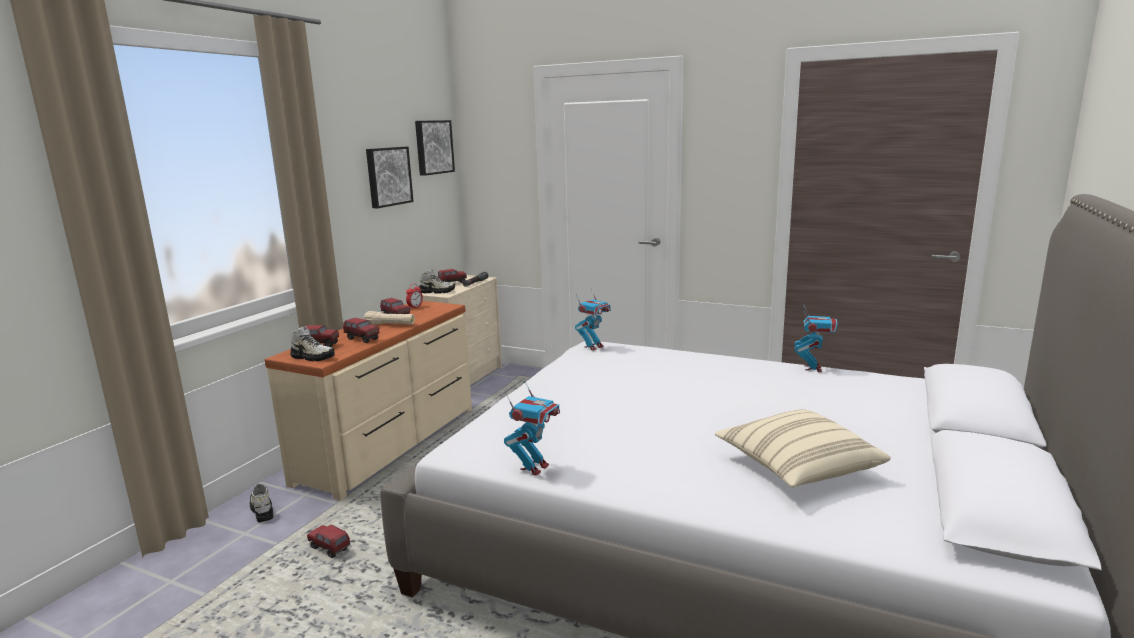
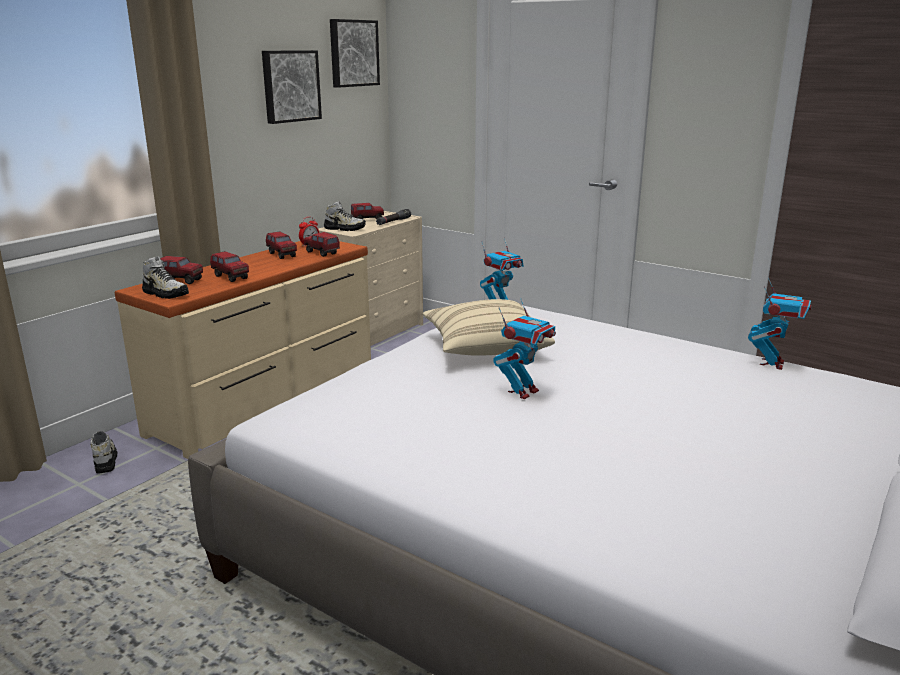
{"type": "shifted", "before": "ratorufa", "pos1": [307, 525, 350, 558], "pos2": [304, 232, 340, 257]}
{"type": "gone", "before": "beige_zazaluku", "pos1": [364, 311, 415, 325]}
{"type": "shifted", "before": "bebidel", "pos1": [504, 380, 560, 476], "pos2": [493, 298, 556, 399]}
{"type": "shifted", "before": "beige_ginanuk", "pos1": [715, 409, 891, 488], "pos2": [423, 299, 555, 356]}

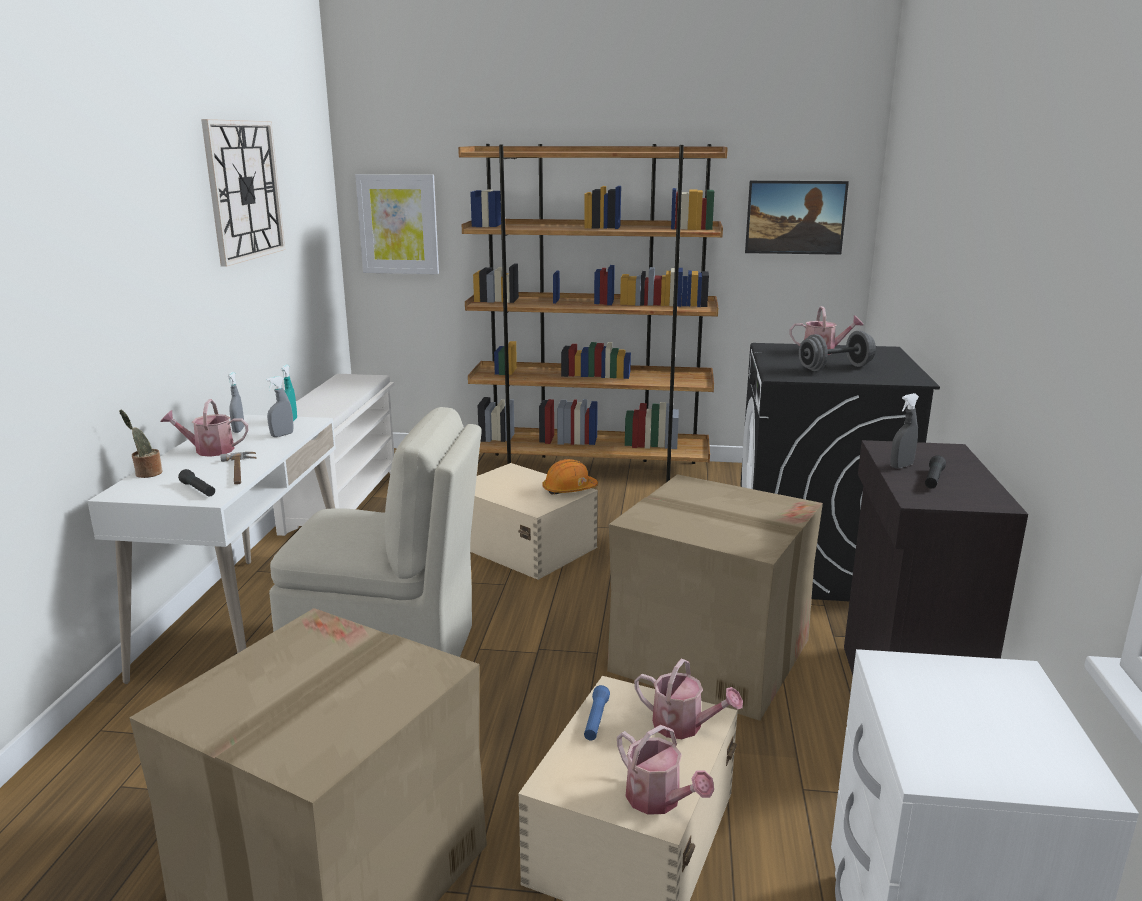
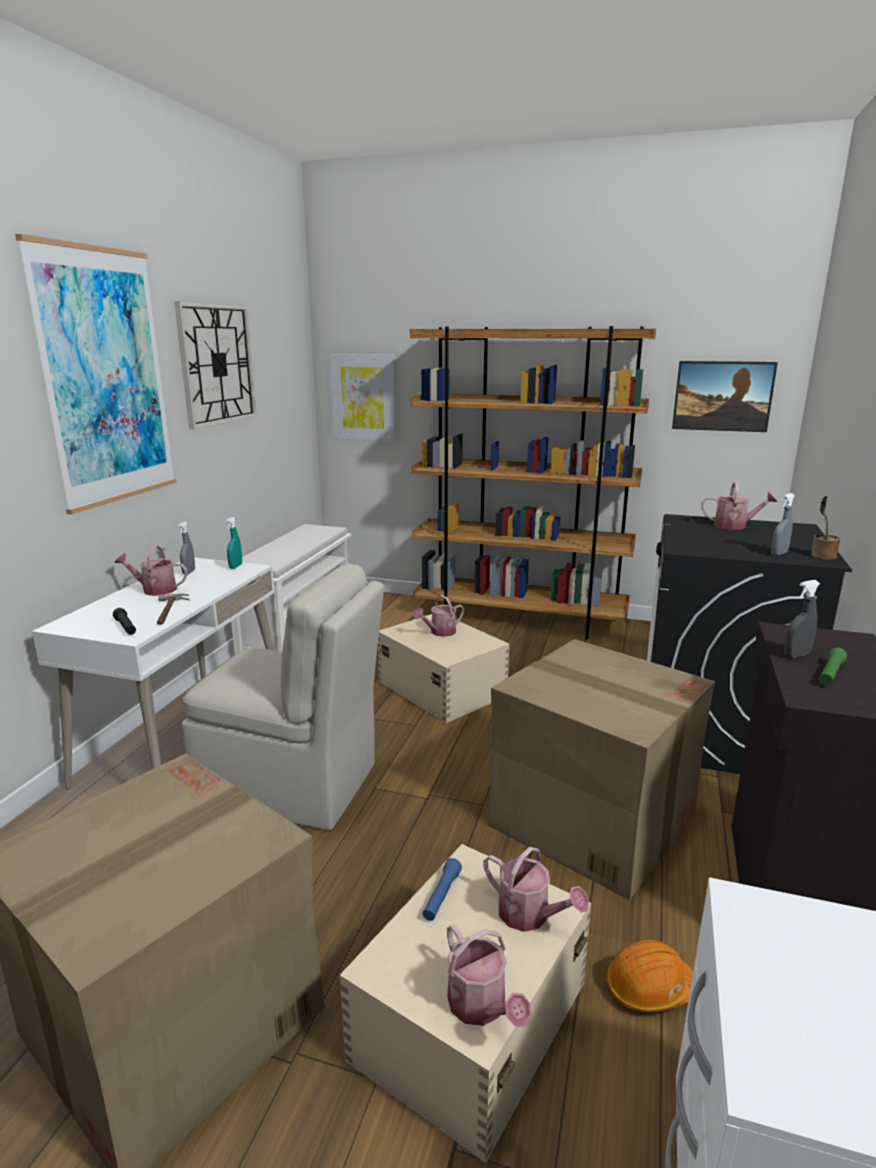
{"type": "shifted", "before": "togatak", "pos1": [119, 410, 163, 478], "pos2": [811, 496, 840, 560]}
{"type": "shifted", "before": "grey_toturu", "pos1": [266, 376, 293, 437], "pos2": [771, 493, 795, 556]}
{"type": "shifted", "before": "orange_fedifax", "pos1": [542, 459, 598, 495], "pos2": [605, 940, 693, 1012]}
{"type": "gone", "before": "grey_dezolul", "pos1": [799, 331, 876, 371]}
{"type": "repainted", "before": "black_zazaluku", "after": "green_zazaluku", "pos1": [925, 455, 946, 488], "pos2": [819, 647, 847, 686]}
{"type": "new", "after": "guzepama", "pos2": [15, 234, 177, 514]}
{"type": "new", "after": "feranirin", "pos2": [413, 595, 464, 637]}

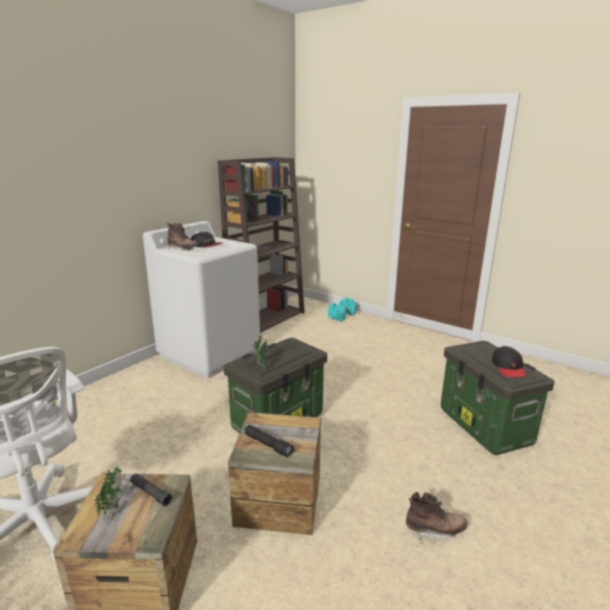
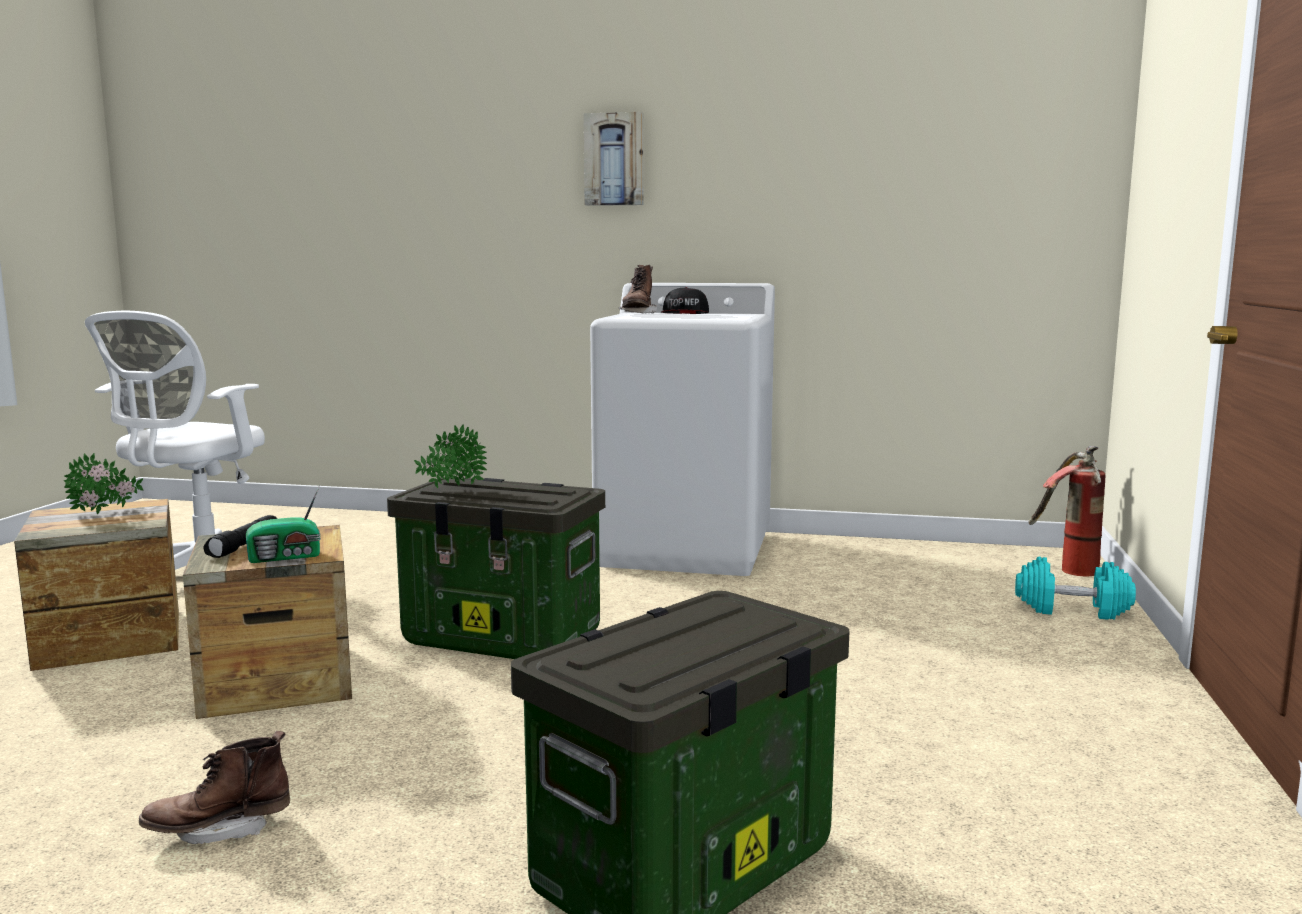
{"type": "gone", "before": "black_zazaluku", "pos1": [130, 474, 172, 506]}
{"type": "gone", "before": "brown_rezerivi", "pos1": [218, 157, 305, 333]}
{"type": "rotated", "before": "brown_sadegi", "pos1": [406, 492, 468, 540], "pos2": [139, 731, 290, 844], "turn": 90}
{"type": "gone", "before": "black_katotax", "pos1": [492, 346, 526, 377]}
{"type": "new", "after": "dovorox", "pos2": [246, 485, 321, 563]}
{"type": "new", "after": "guzepama", "pos2": [583, 112, 644, 206]}
{"type": "new", "after": "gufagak", "pos2": [1028, 446, 1105, 576]}

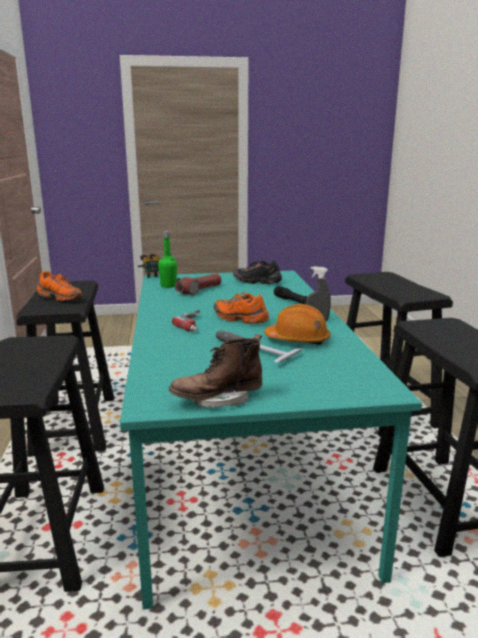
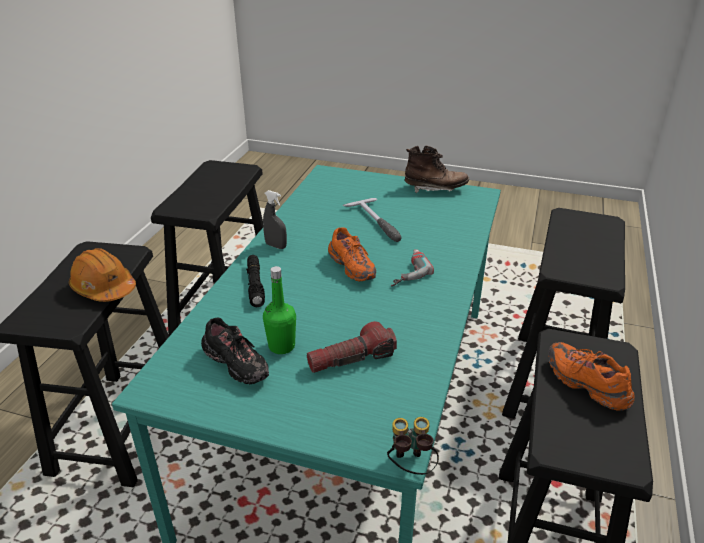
{"type": "shifted", "before": "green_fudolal", "pos1": [158, 231, 177, 288], "pos2": [263, 266, 296, 354]}
{"type": "shifted", "before": "orange_fedifax", "pos1": [264, 304, 330, 345], "pos2": [69, 248, 136, 302]}

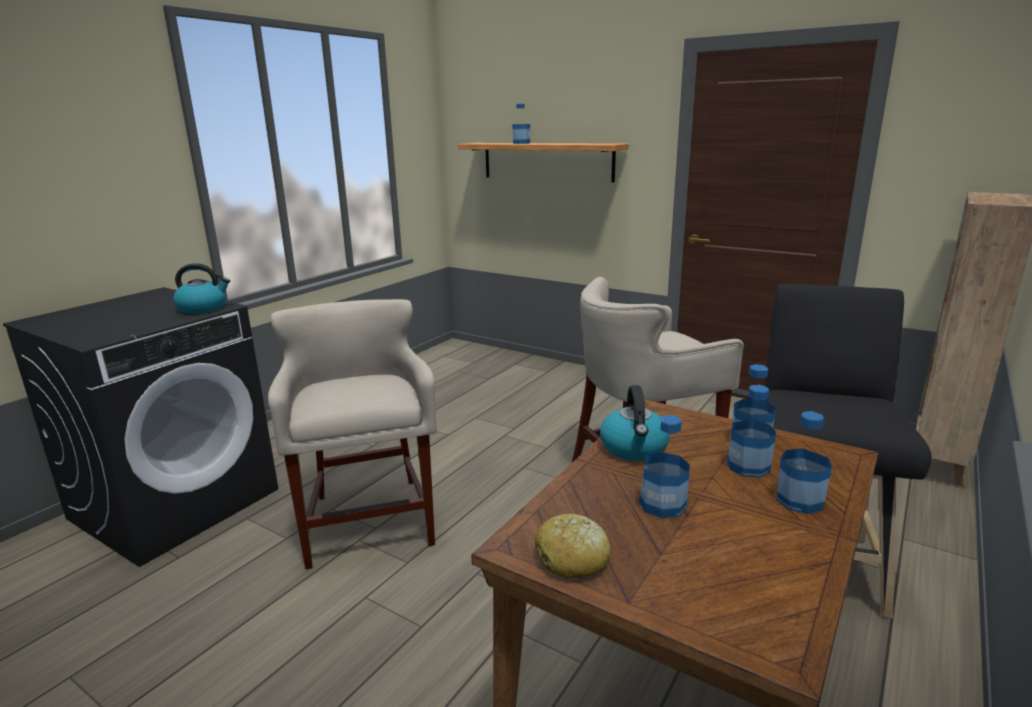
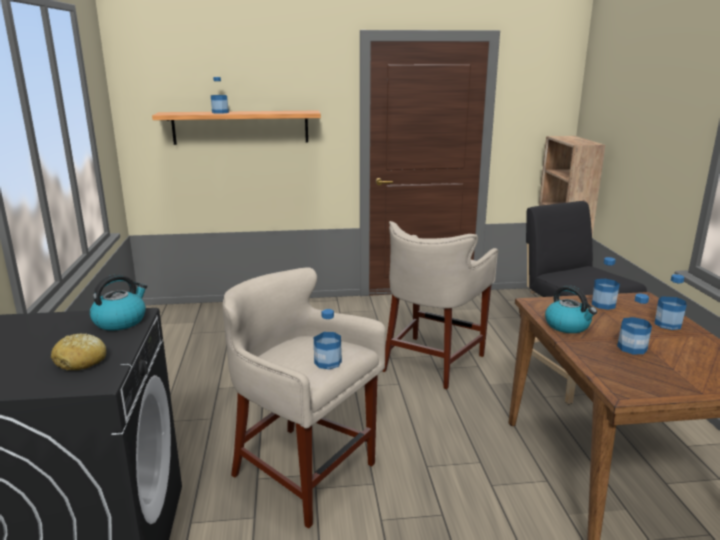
{"type": "shifted", "before": "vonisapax", "pos1": [535, 514, 611, 579], "pos2": [51, 334, 106, 371]}
{"type": "shifted", "before": "fudolal", "pos1": [727, 385, 776, 478], "pos2": [314, 309, 342, 369]}

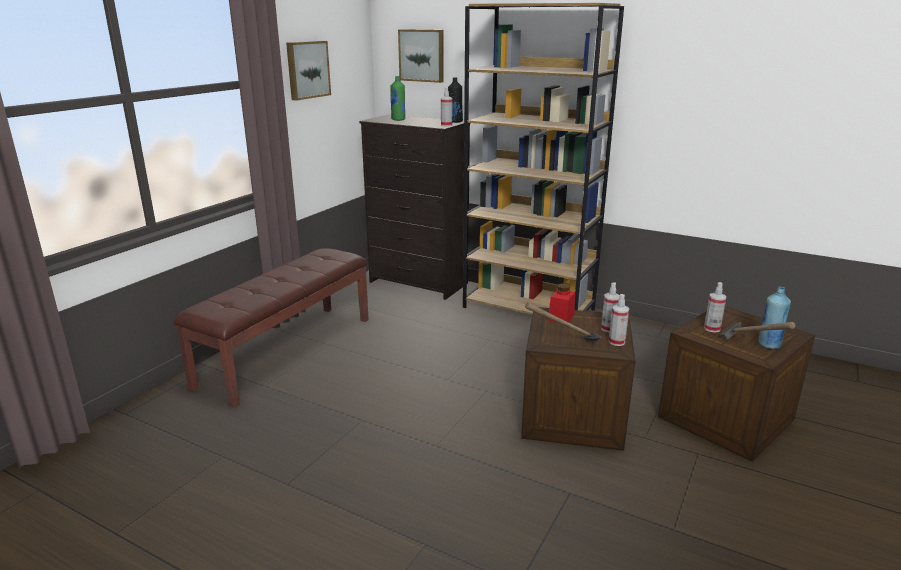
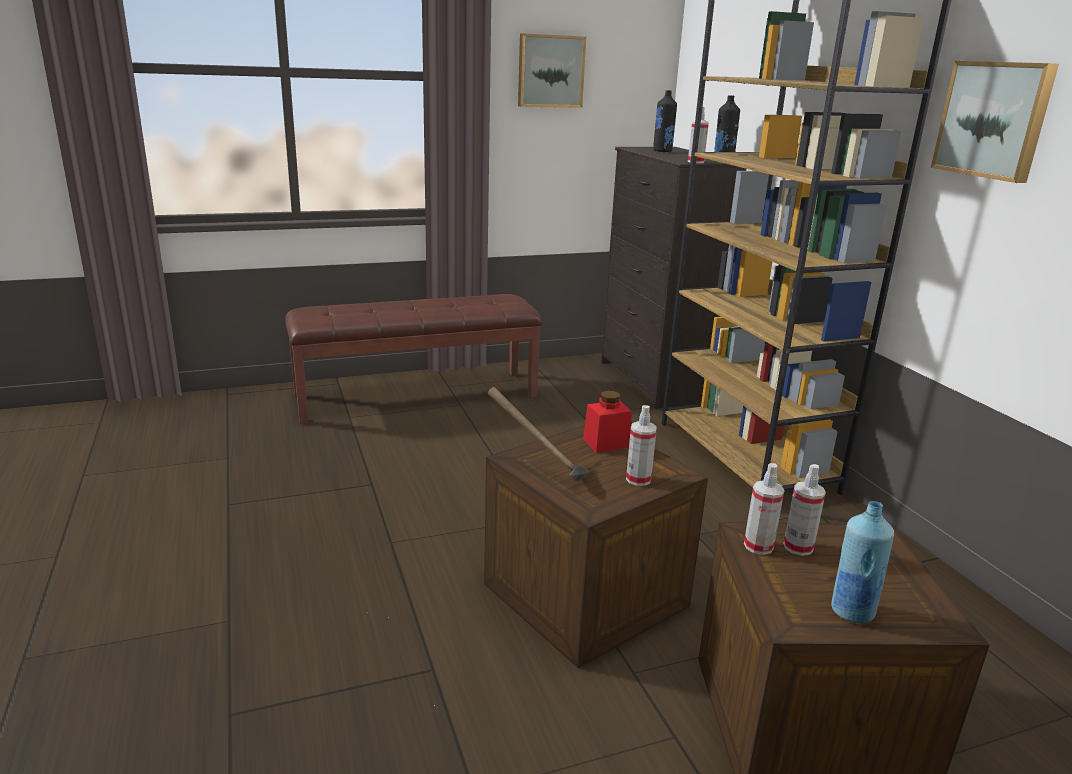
{"type": "repainted", "before": "green_fudolal", "after": "black_fudolal", "pos1": [390, 76, 405, 121], "pos2": [653, 90, 677, 152]}
{"type": "shifted", "before": "guzepama", "pos1": [398, 29, 444, 83], "pos2": [931, 61, 1059, 183]}
{"type": "shifted", "before": "toturu", "pos1": [609, 294, 629, 346], "pos2": [744, 463, 784, 555]}
{"type": "gone", "before": "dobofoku", "pos1": [721, 322, 795, 339]}

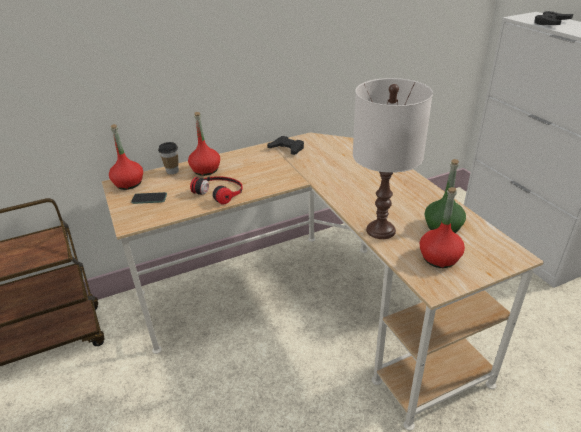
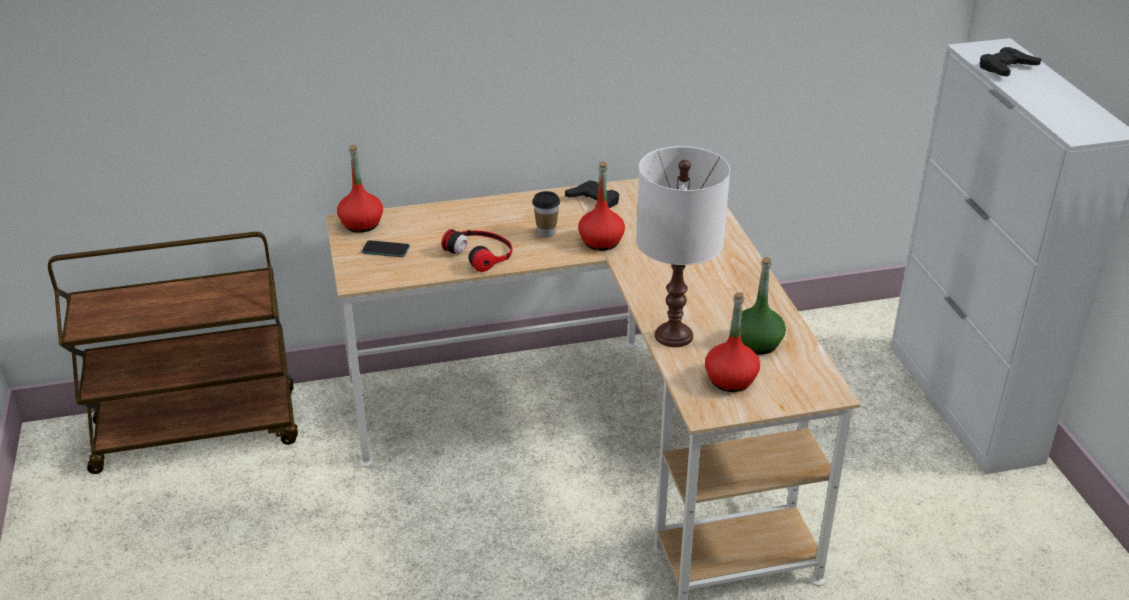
{"type": "shifted", "before": "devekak", "pos1": [158, 142, 179, 174], "pos2": [532, 191, 560, 238]}
{"type": "shifted", "before": "red_fudolal", "pos1": [188, 112, 220, 176], "pos2": [578, 161, 625, 251]}

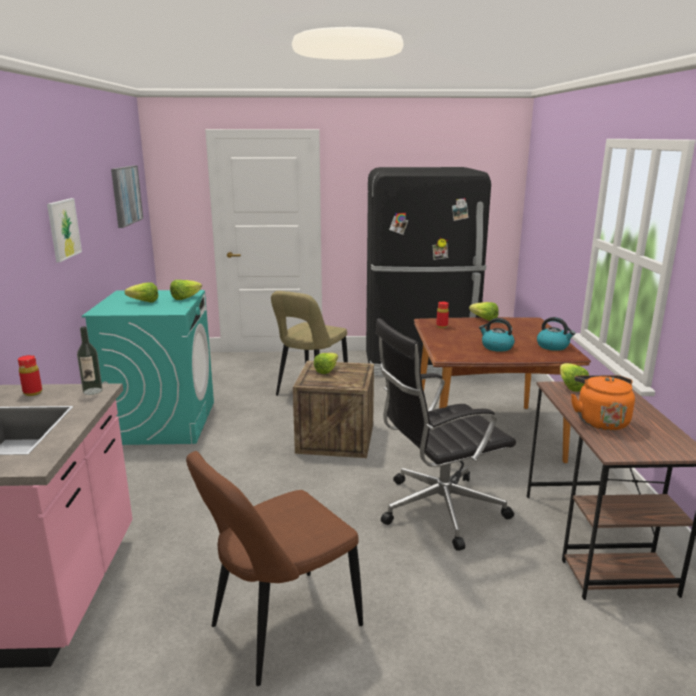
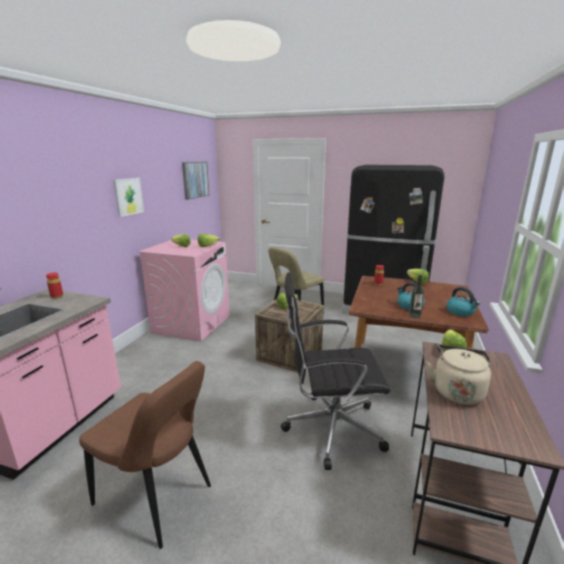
{"type": "shifted", "before": "fudolal", "pos1": [77, 326, 103, 395], "pos2": [409, 275, 424, 318]}
{"type": "repainted", "before": "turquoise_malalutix", "after": "pink_malalutix", "pos1": [82, 290, 214, 445], "pos2": [138, 239, 230, 342]}
{"type": "rotated", "before": "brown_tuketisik", "pos1": [186, 451, 363, 686], "pos2": [79, 361, 211, 549], "turn": -135}
{"type": "repainted", "before": "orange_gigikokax", "after": "beige_gigikokax", "pos1": [571, 375, 635, 430], "pos2": [426, 345, 491, 405]}

